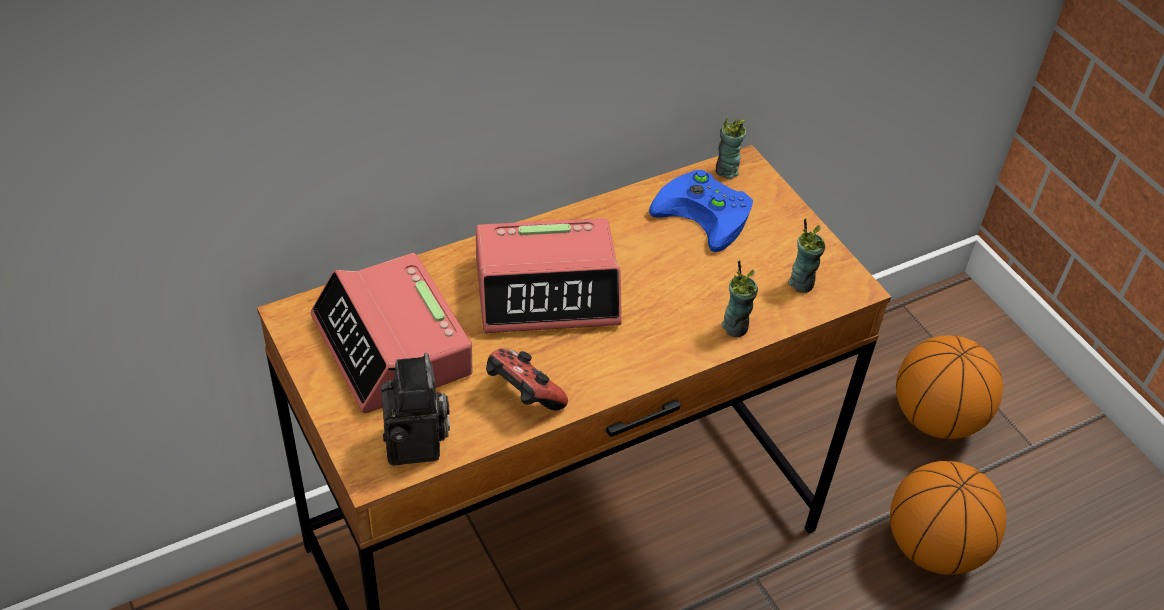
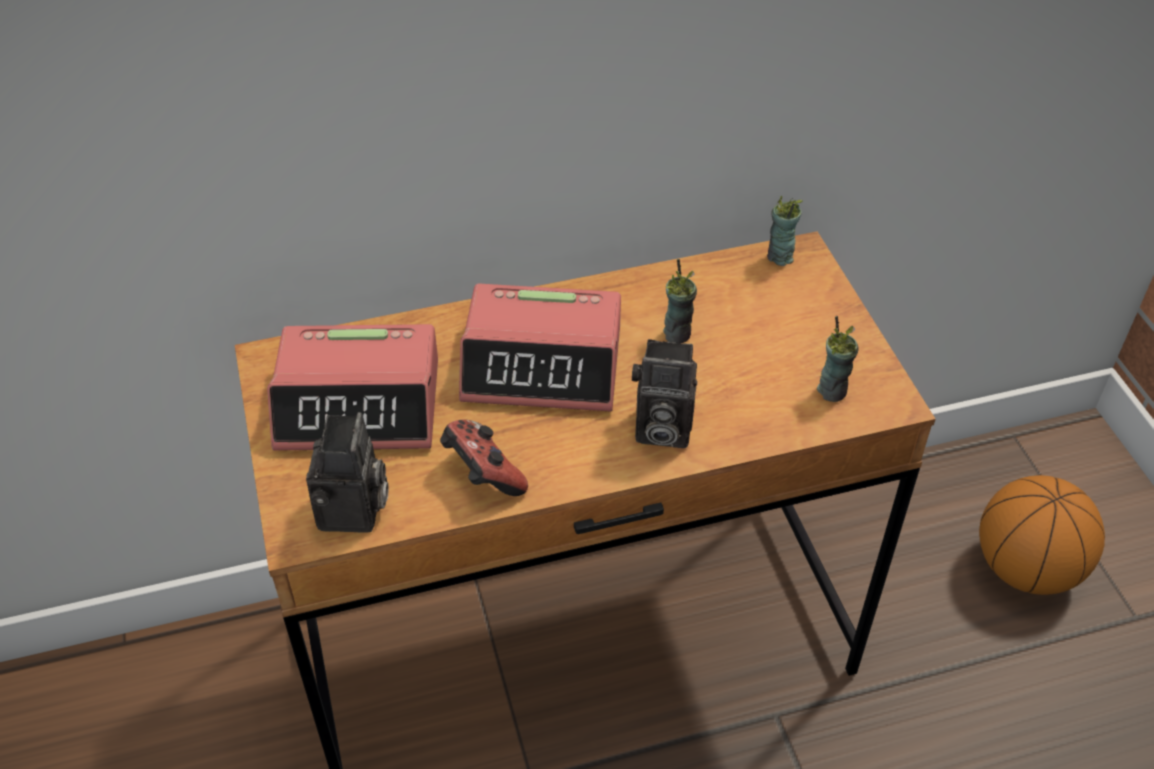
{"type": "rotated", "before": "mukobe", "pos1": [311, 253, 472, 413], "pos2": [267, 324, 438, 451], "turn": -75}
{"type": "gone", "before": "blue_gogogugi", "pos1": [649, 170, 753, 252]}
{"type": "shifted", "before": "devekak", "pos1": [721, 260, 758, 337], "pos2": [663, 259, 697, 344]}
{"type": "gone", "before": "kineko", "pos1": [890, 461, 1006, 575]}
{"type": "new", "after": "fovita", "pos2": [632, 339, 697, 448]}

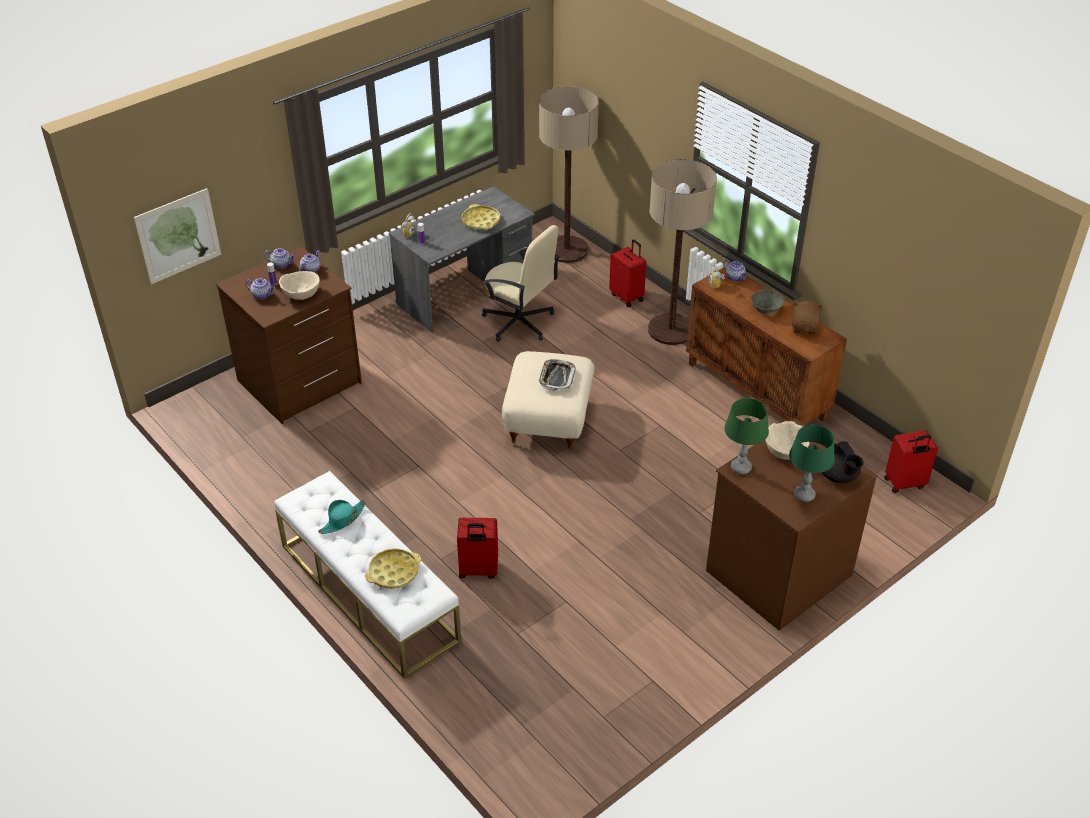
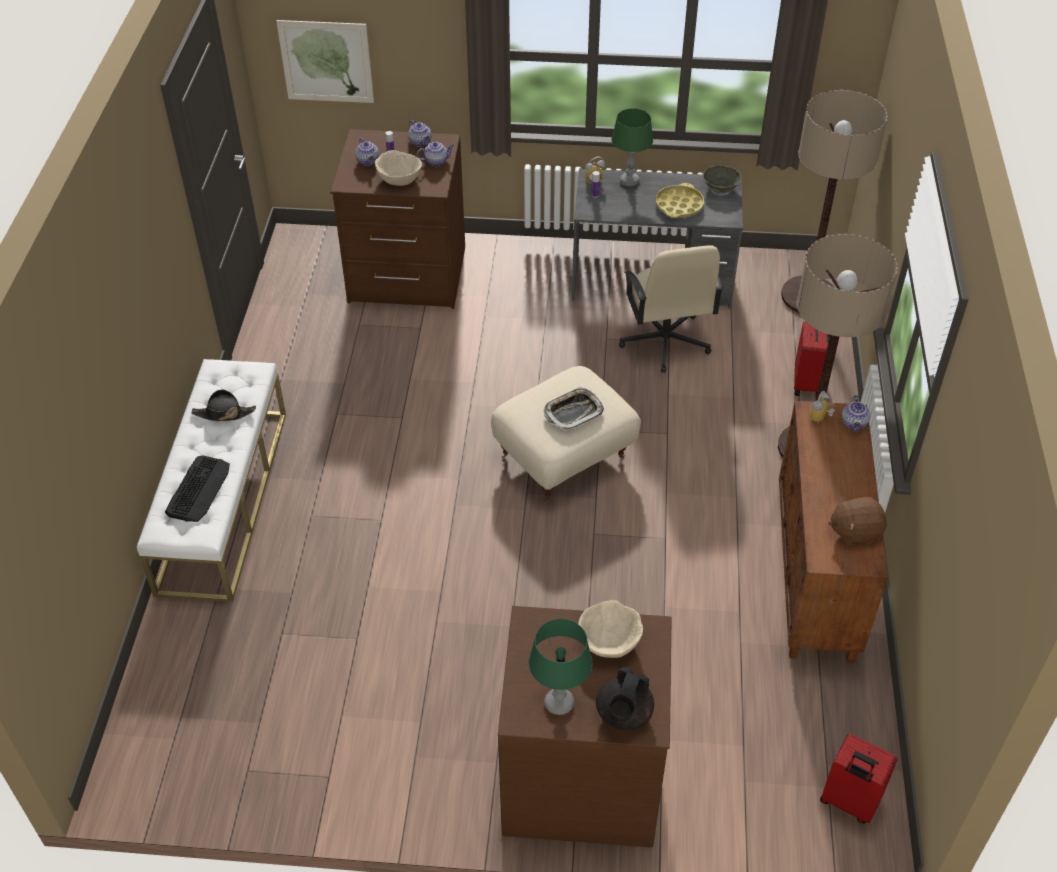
{"type": "repainted", "before": "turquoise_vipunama", "after": "black_vipunama", "pos1": [318, 500, 366, 534], "pos2": [191, 389, 256, 421]}
{"type": "swapped", "before": "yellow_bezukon", "after": "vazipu", "pos1": [365, 548, 421, 589], "pos2": [165, 455, 230, 522]}
{"type": "gone", "before": "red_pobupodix", "pos1": [457, 518, 498, 579]}
{"type": "shifted", "before": "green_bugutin", "pos1": [724, 398, 769, 474], "pos2": [611, 108, 653, 186]}
{"type": "shifted", "before": "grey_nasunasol", "pos1": [751, 290, 785, 315], "pos2": [703, 165, 742, 193]}
{"type": "rotated", "before": "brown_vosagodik", "pos1": [792, 301, 823, 335], "pos2": [828, 496, 887, 545], "turn": -150}

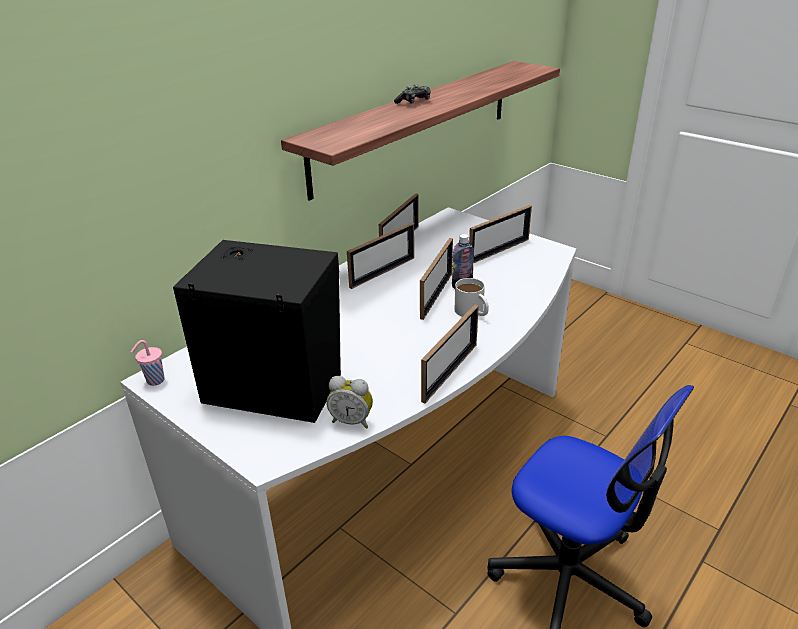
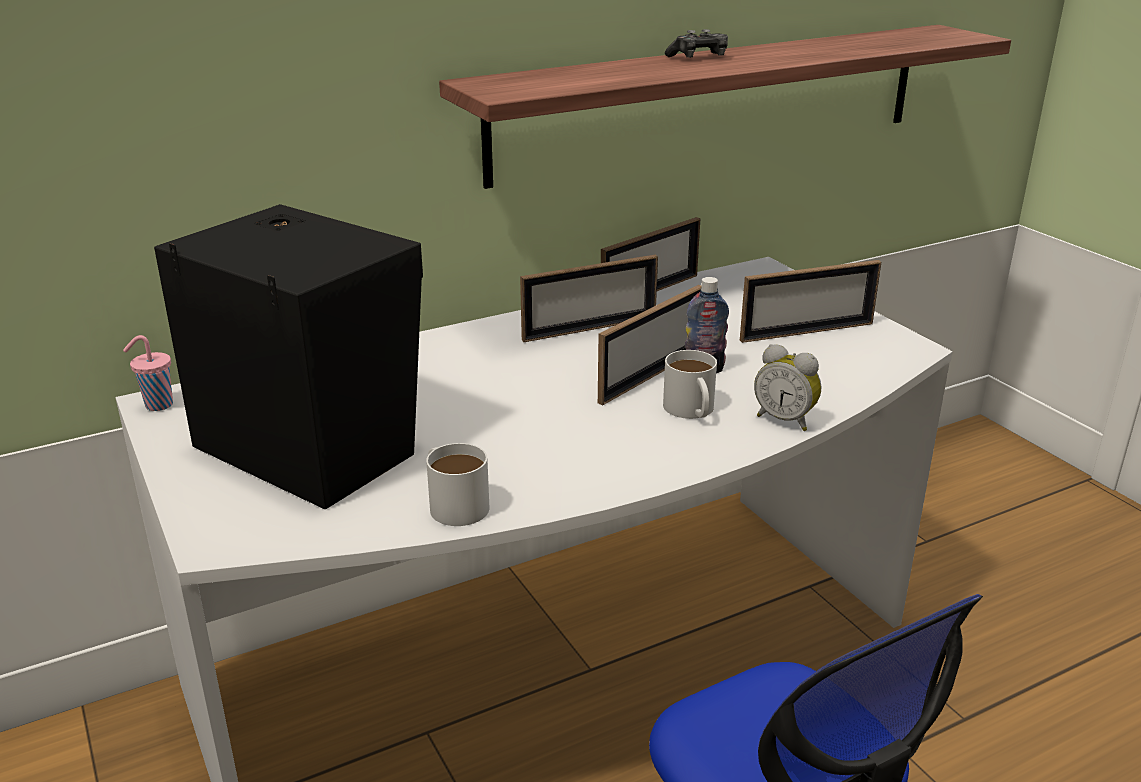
{"type": "shifted", "before": "mukobe", "pos1": [326, 376, 373, 429], "pos2": [754, 344, 821, 431]}
{"type": "gone", "before": "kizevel", "pos1": [421, 304, 479, 403]}
{"type": "new", "after": "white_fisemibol", "pos2": [426, 443, 490, 526]}

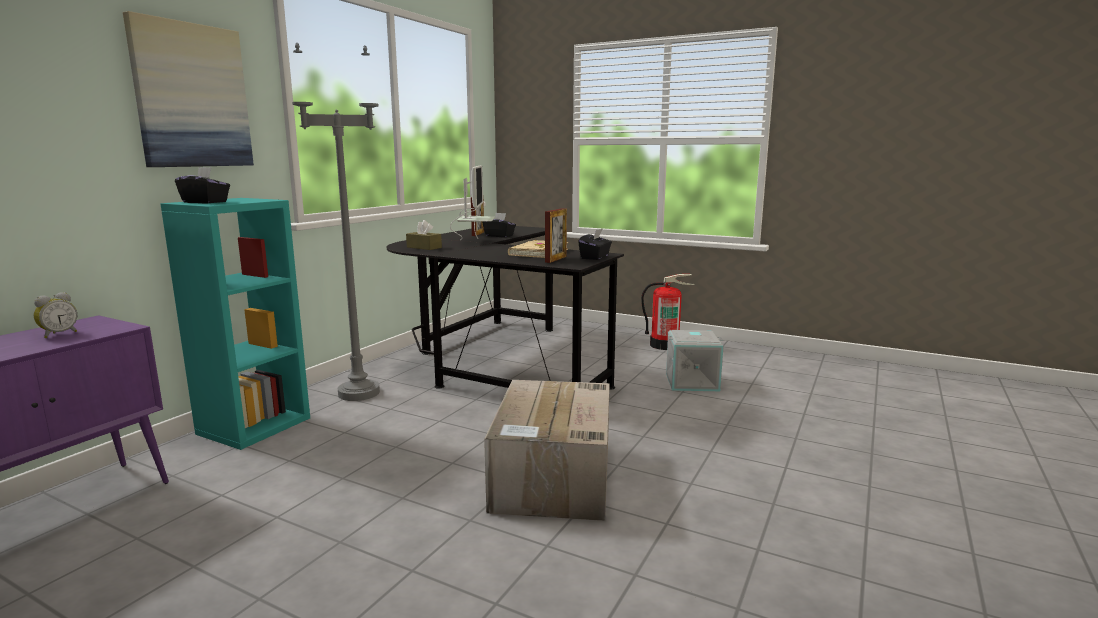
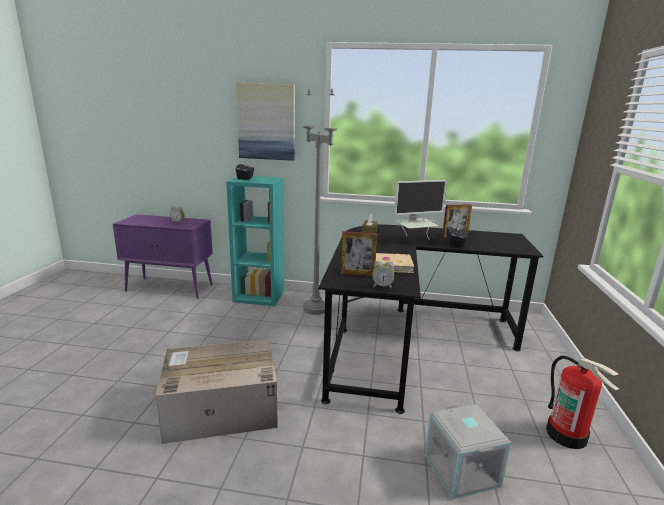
{"type": "swapped", "before": "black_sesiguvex", "after": "mukobe", "pos1": [578, 228, 612, 260], "pos2": [372, 261, 395, 289]}

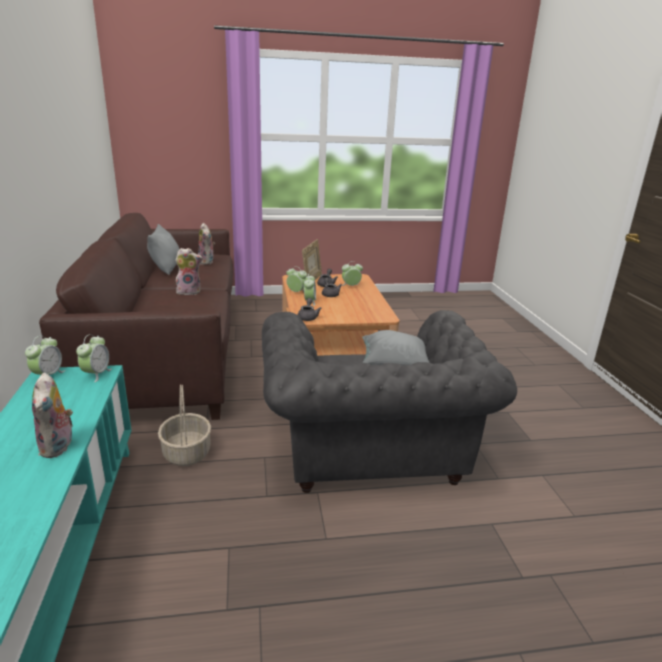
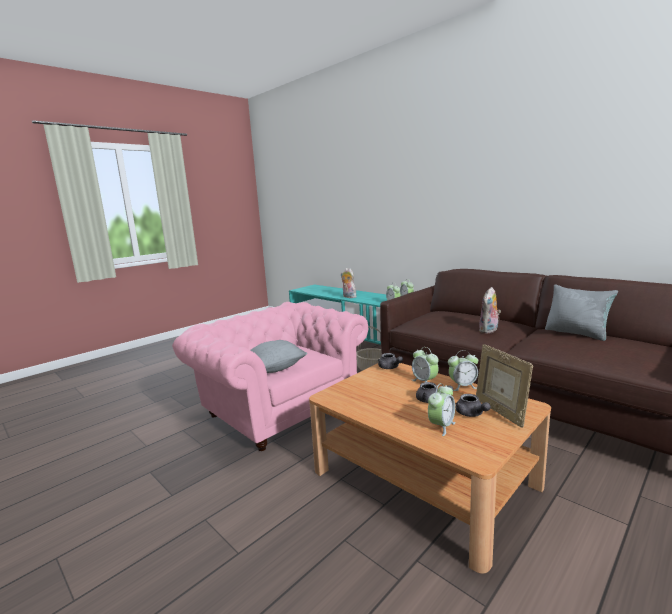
{"type": "gone", "before": "vosagodik", "pos1": [198, 223, 215, 265]}
{"type": "repainted", "before": "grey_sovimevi", "after": "pink_sovimevi", "pos1": [262, 310, 517, 493], "pos2": [172, 302, 368, 451]}

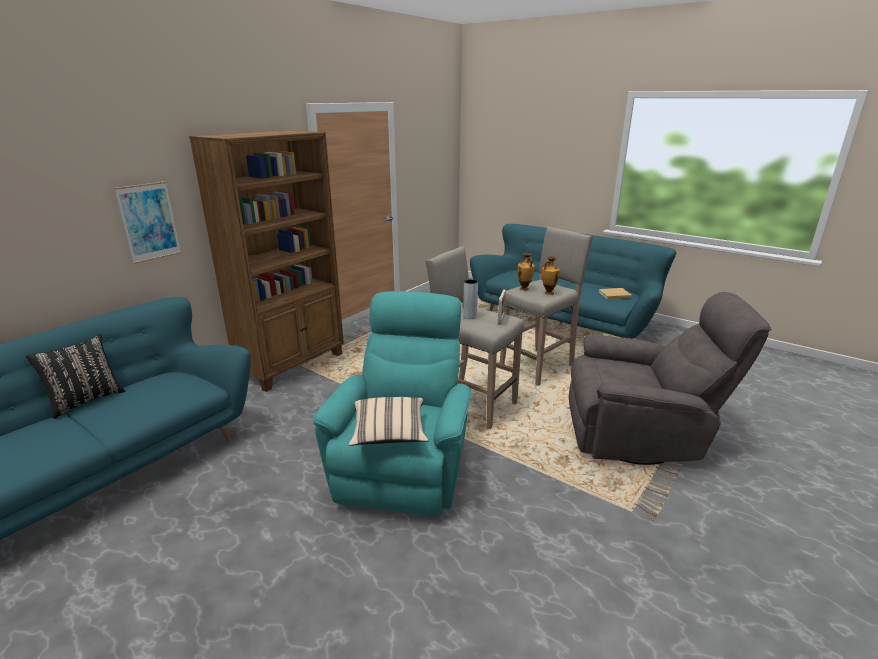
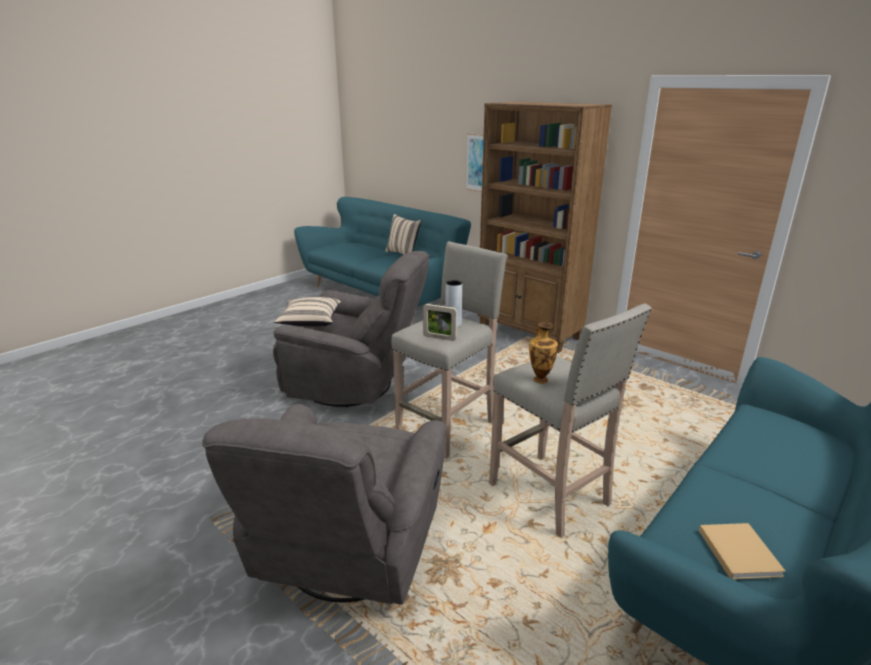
{"type": "repainted", "before": "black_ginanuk", "after": "beige_ginanuk", "pos1": [26, 333, 126, 419], "pos2": [385, 214, 421, 255]}
{"type": "repainted", "before": "turquoise_sovimevi", "after": "grey_sovimevi", "pos1": [313, 291, 472, 516], "pos2": [273, 251, 430, 407]}
{"type": "gone", "before": "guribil", "pos1": [517, 253, 535, 290]}

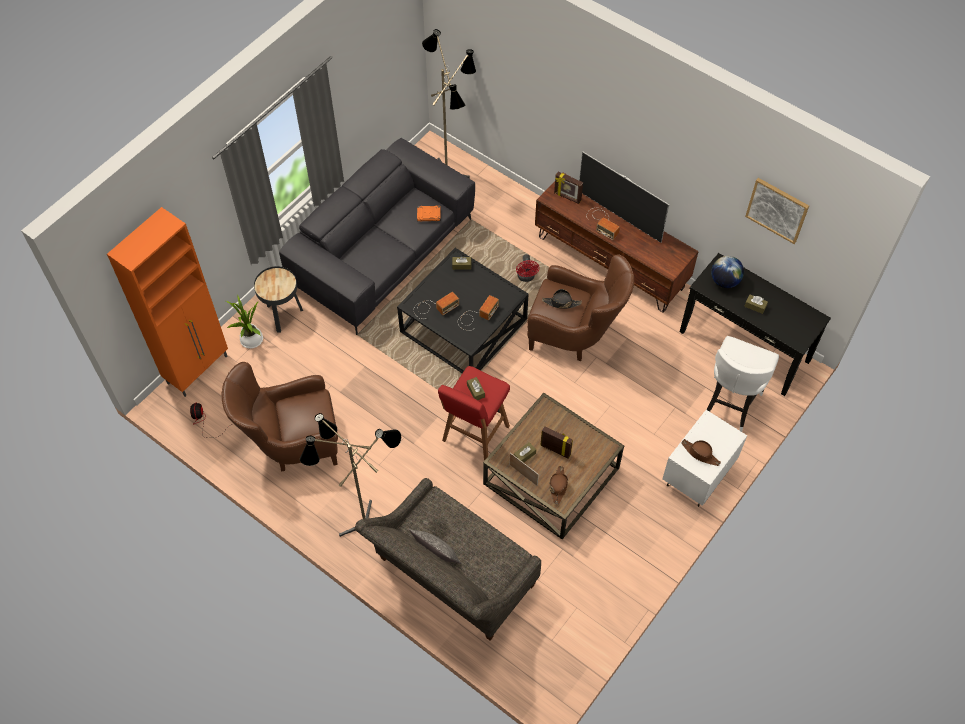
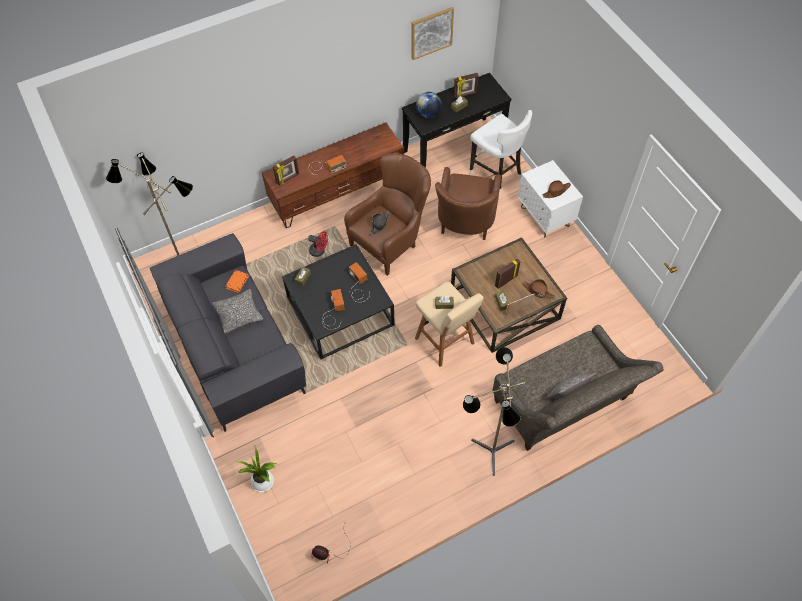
{"type": "gone", "before": "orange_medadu", "pos1": [107, 207, 228, 397]}
{"type": "shifted", "before": "brown_sovimevi", "pos1": [221, 362, 338, 472], "pos2": [435, 167, 501, 240]}
{"type": "gone", "before": "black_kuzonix", "pos1": [254, 266, 303, 333]}
{"type": "repainted", "before": "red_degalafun", "after": "beige_degalafun", "pos1": [438, 366, 510, 461], "pos2": [415, 281, 484, 367]}
{"type": "gone", "before": "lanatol", "pos1": [579, 152, 669, 243]}
{"type": "new", "after": "ginanuk", "pos2": [212, 289, 263, 334]}
{"type": "new", "after": "kizevel", "pos2": [454, 73, 479, 98]}

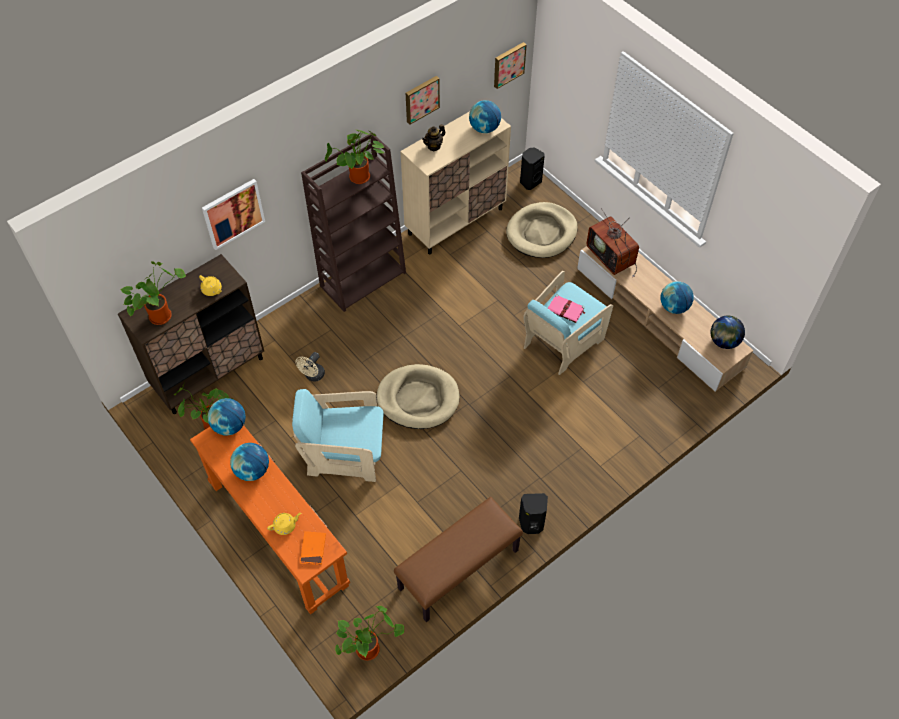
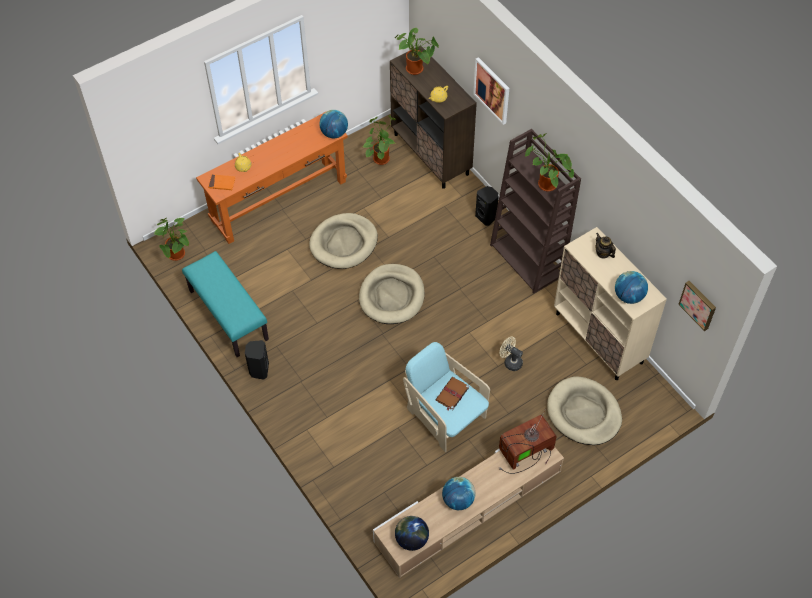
{"type": "gone", "before": "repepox", "pos1": [230, 443, 269, 481]}
{"type": "swapped", "before": "turquoise_sovimevi", "after": "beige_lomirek", "pos1": [292, 389, 383, 482], "pos2": [309, 213, 378, 269]}
{"type": "shifted", "before": "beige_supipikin", "pos1": [296, 352, 325, 382], "pos2": [499, 336, 523, 371]}
{"type": "repainted", "before": "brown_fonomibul", "after": "turquoise_fonomibul", "pos1": [394, 497, 523, 622], "pos2": [182, 251, 269, 357]}
{"type": "gone", "before": "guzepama", "pos1": [406, 76, 440, 125]}
{"type": "shifted", "before": "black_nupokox", "pos1": [520, 147, 545, 190], "pos2": [475, 186, 499, 226]}
{"type": "repainted", "before": "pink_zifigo", "after": "brown_zifigo", "pos1": [548, 294, 586, 323], "pos2": [435, 377, 469, 410]}

